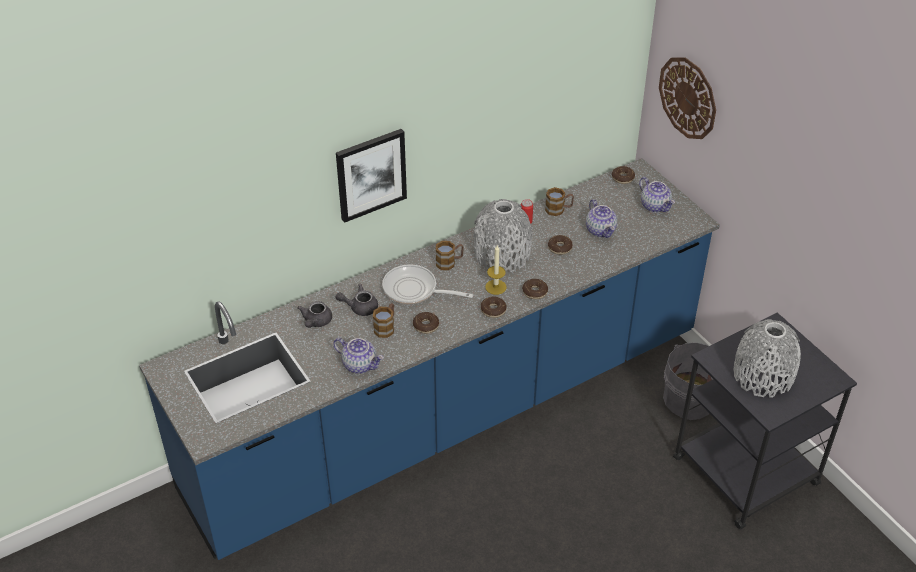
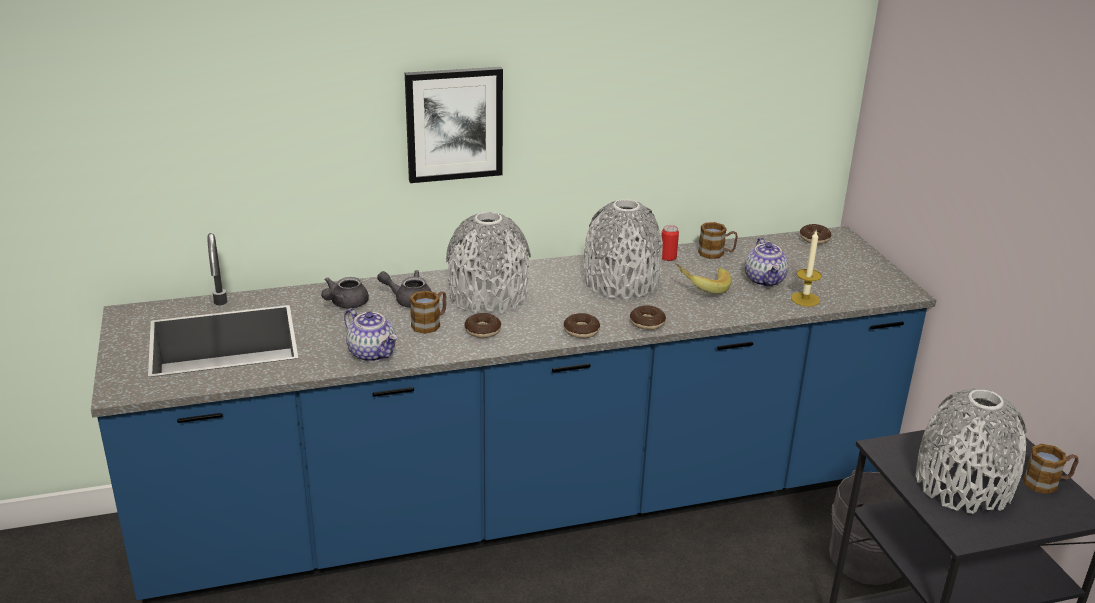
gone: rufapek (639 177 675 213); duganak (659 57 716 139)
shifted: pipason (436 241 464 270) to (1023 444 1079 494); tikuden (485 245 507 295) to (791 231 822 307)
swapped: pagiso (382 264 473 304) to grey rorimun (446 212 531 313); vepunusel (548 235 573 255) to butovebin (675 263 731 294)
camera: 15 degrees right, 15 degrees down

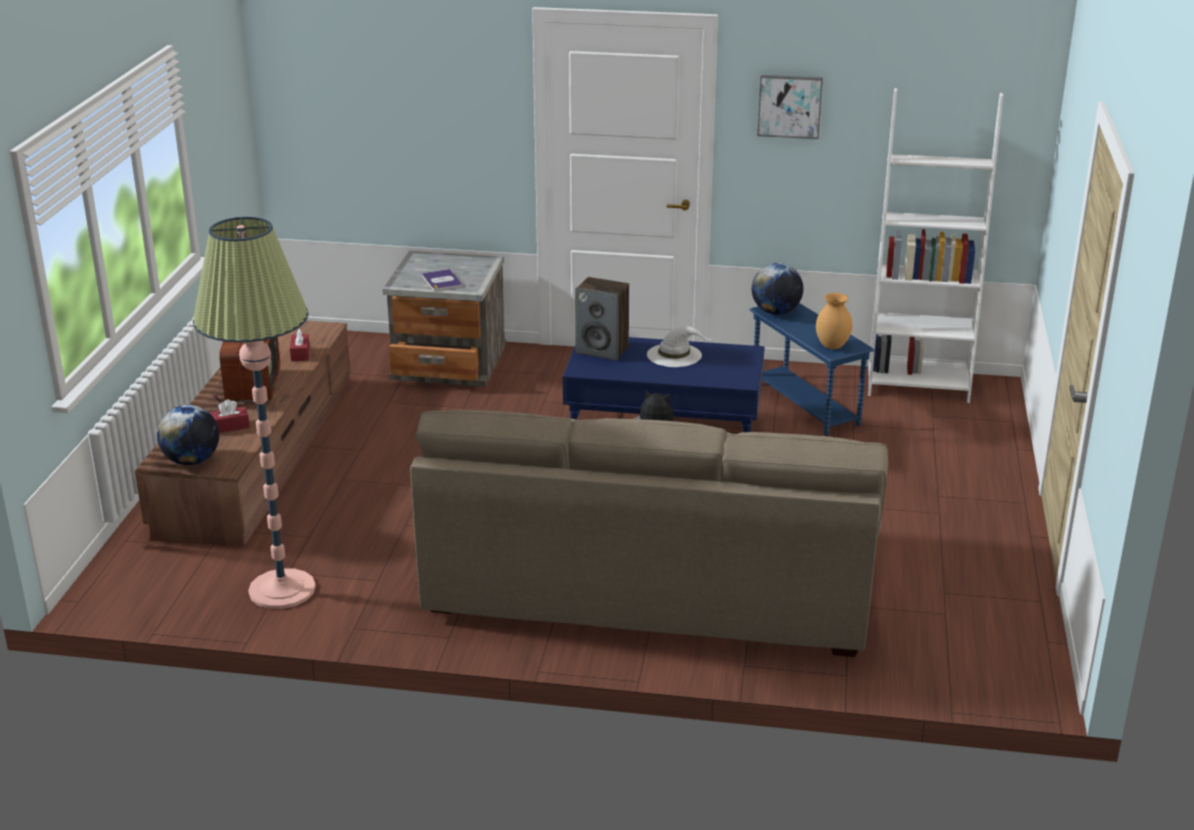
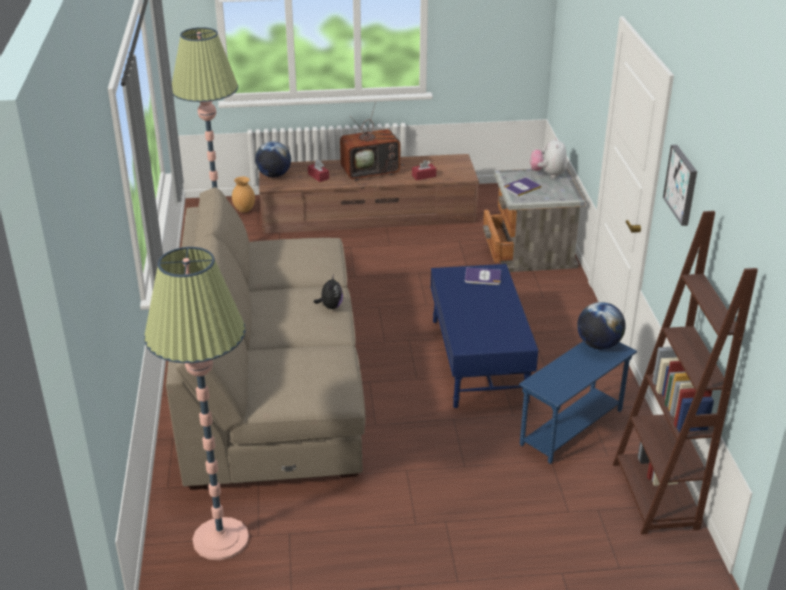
gone: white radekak (647 326 712 367)
new: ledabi (144 247 249 560); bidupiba (530 137 567 178)
shifted: brown rorimun (816 293 852 349) to (232 177 255 213)
swapped: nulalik (575 277 629 360) to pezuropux (465 268 501 285)
repainted: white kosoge (868 88 1003 403) to brown kosoge (613 211 758 535)
camera: 75 degrees right, 5 degrees up

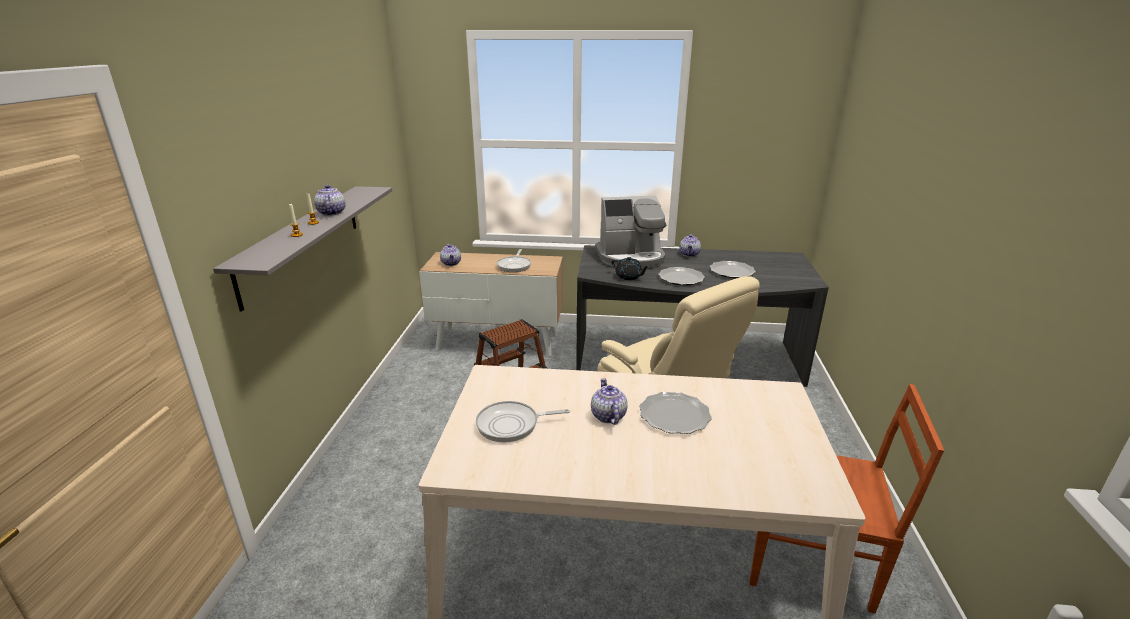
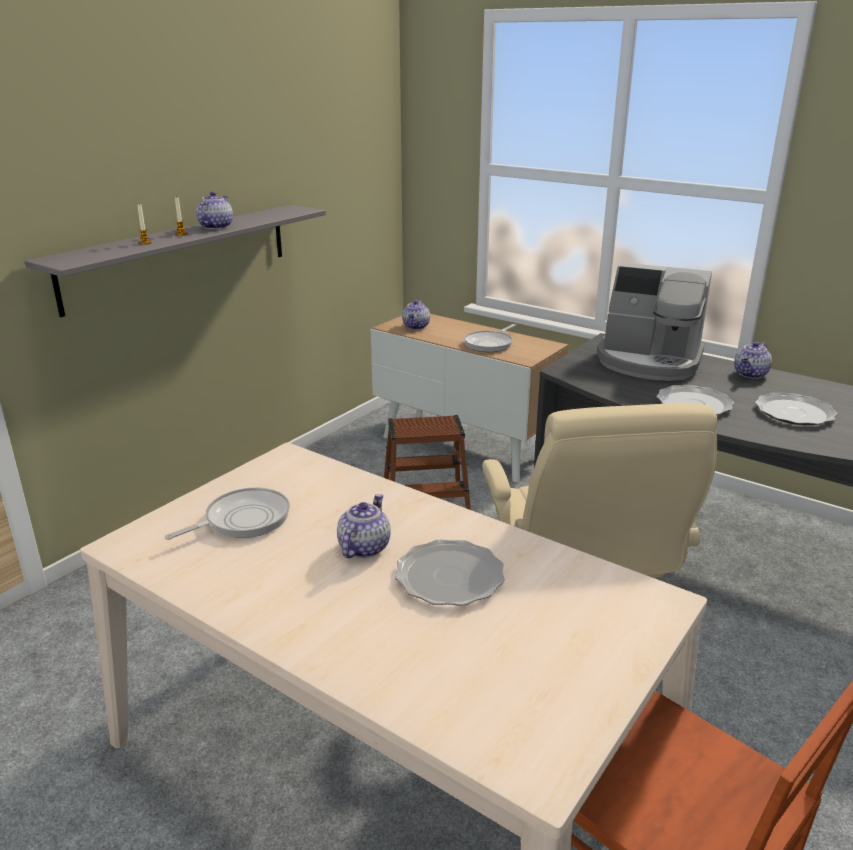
gone: black rufapek (612 257 650 280)
rotated: pagiso (476 401 570 443) = (165 488 290 540) 120 degrees clockwise
camera: 30 degrees right, 0 degrees up

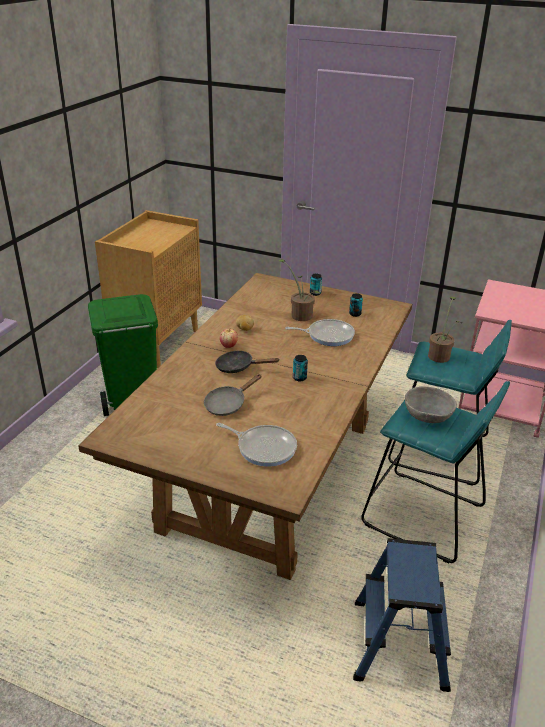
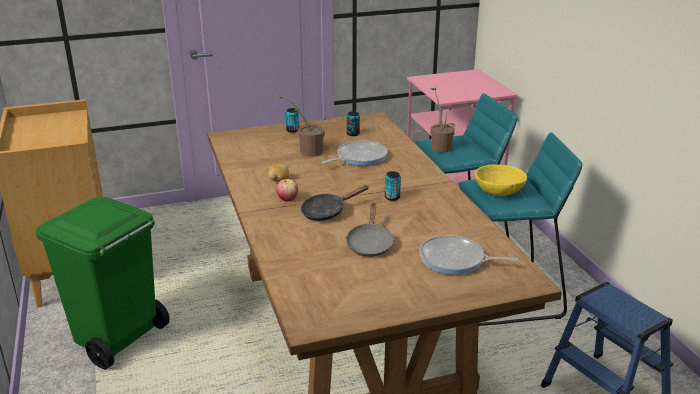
repainted: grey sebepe (405 386 457 423) to yellow sebepe (475 165 527 196)
rotated: pagiso (216 423 297 467) = (419 235 519 275) 150 degrees counterclockwise
camera: 40 degrees left, 5 degrees down

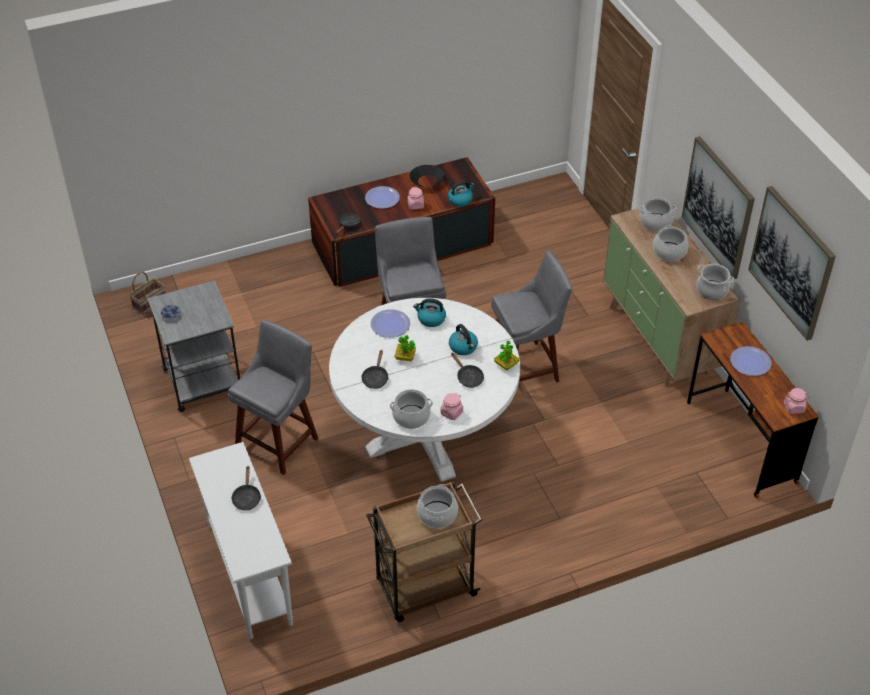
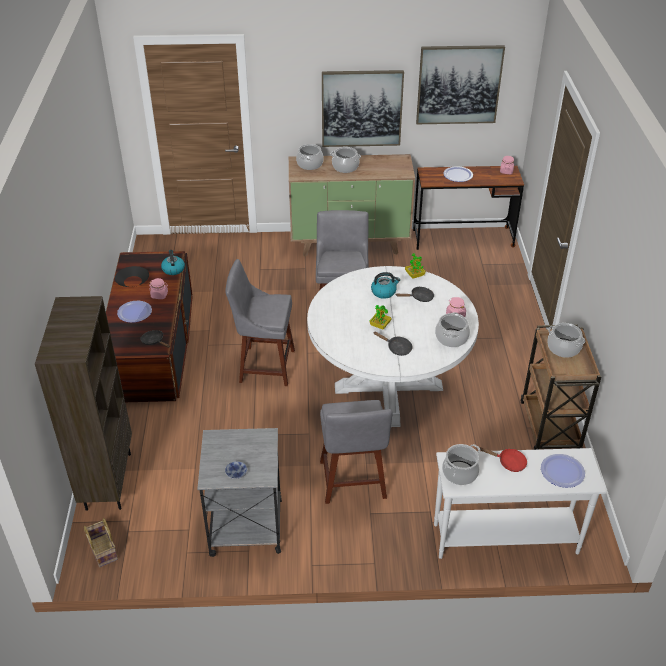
gone: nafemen (413 298 446 327)
new: brown kosoge (35 296 132 511)
shifted: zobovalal (371 309 410 338) to (541 454 585 488); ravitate (696 264 734 300) to (442 444 480 485)
repainted: black pagiso (231 466 261 511) to red pagiso (480 447 527 472)
rotated: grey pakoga (228 320 319 475) = (320 400 393 504) 150 degrees counterclockwise
camera: 70 degrees left, 5 degrees down

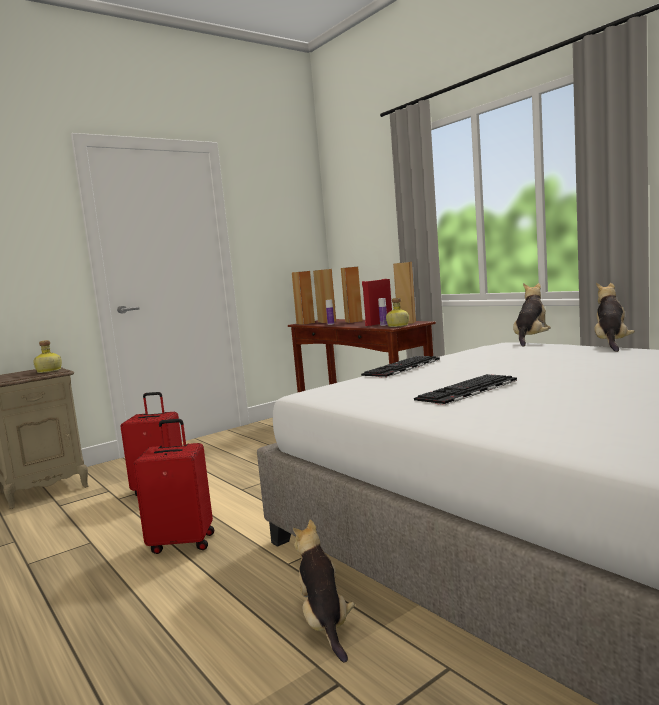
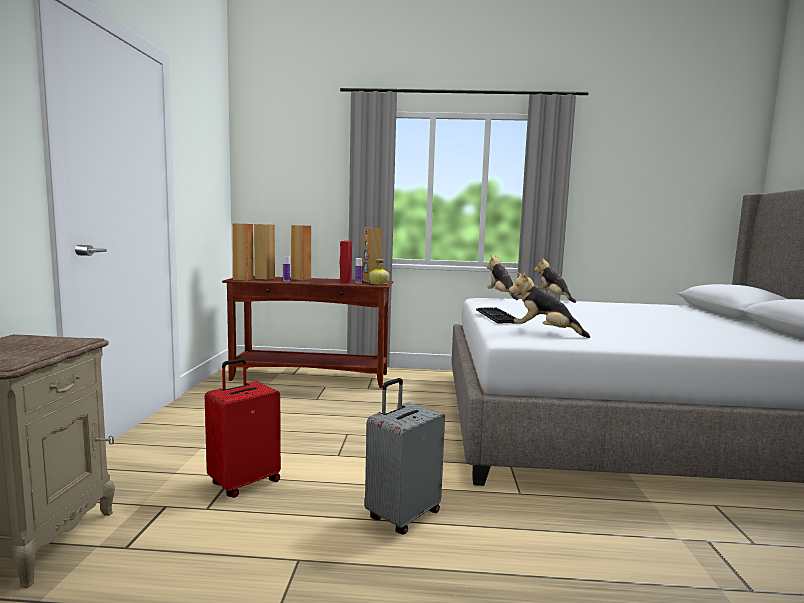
gone: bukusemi (33 340 62 373); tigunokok (414 374 517 405)
shifted: bidupiba (293 520 355 663) to (509 272 590 338)
repainted: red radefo (133 419 214 554) to grey radefo (365 378 445 535)
camera: 50 degrees left, 0 degrees up

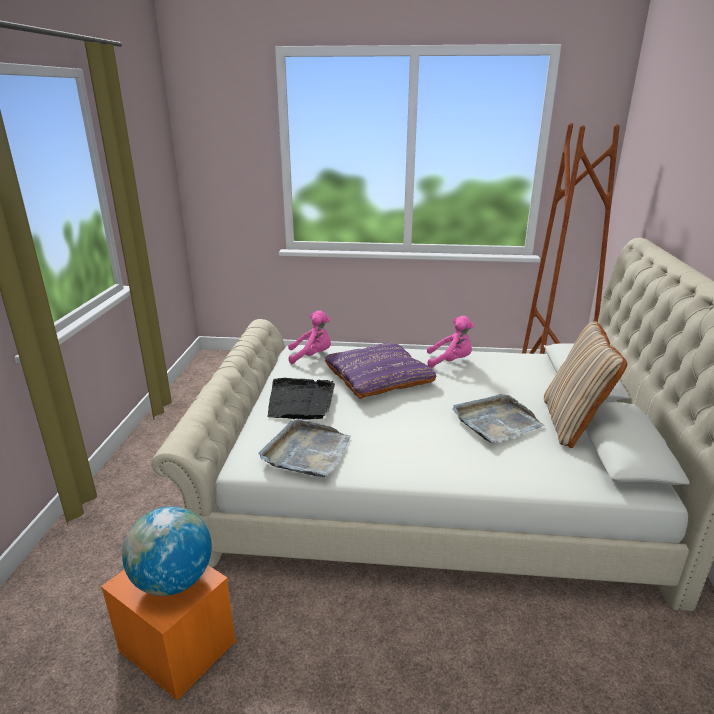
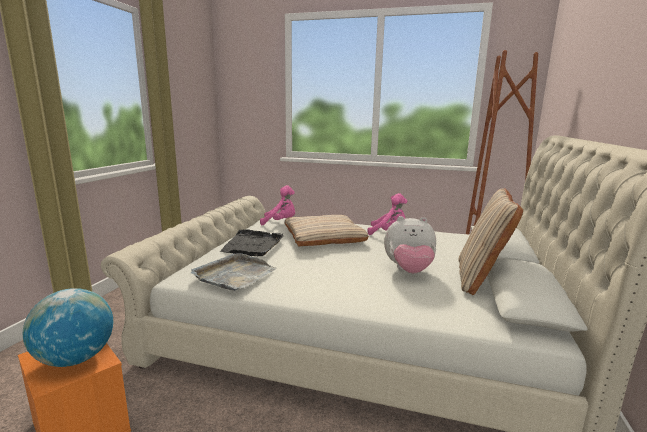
swapped: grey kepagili (452 394 544 443) to bidupiba (384 216 436 273)
repainted: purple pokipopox (324 343 437 399) to beige pokipopox (284 215 369 246)
camera: 10 degrees right, 10 degrees down

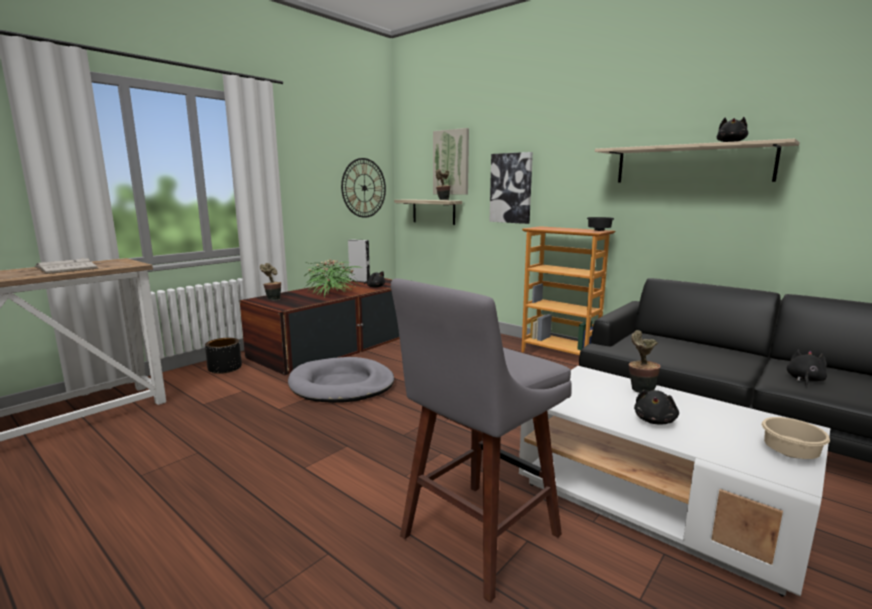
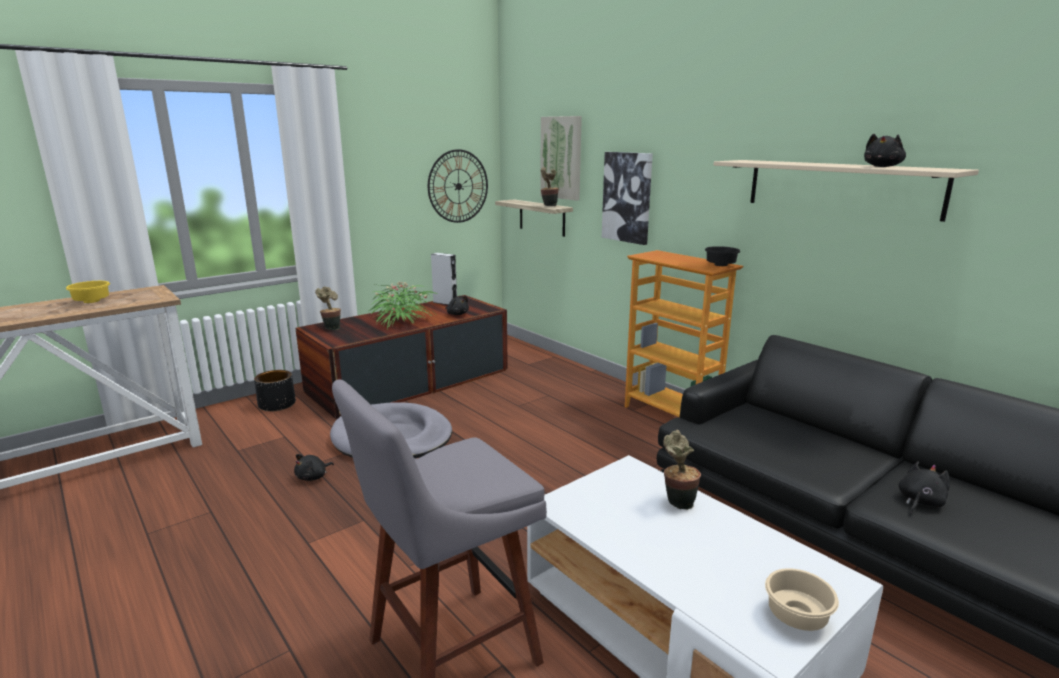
shifted: black bidupiba (634 390 679 424) to (294 454 334 481)
swapped: white pezuropux (35 257 99 274) to yellow sebepe (66 281 110 303)
camera: 10 degrees right, 5 degrees up

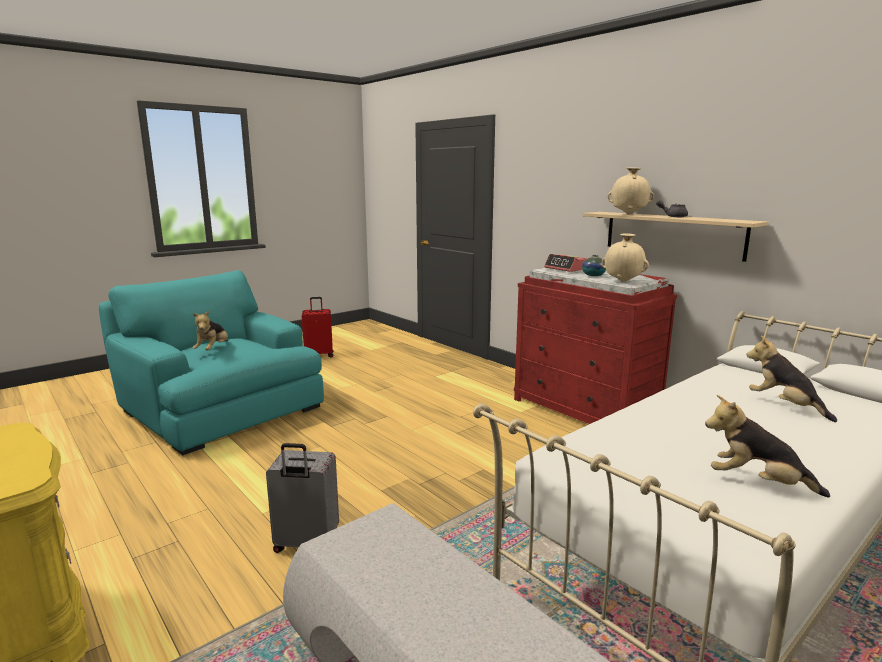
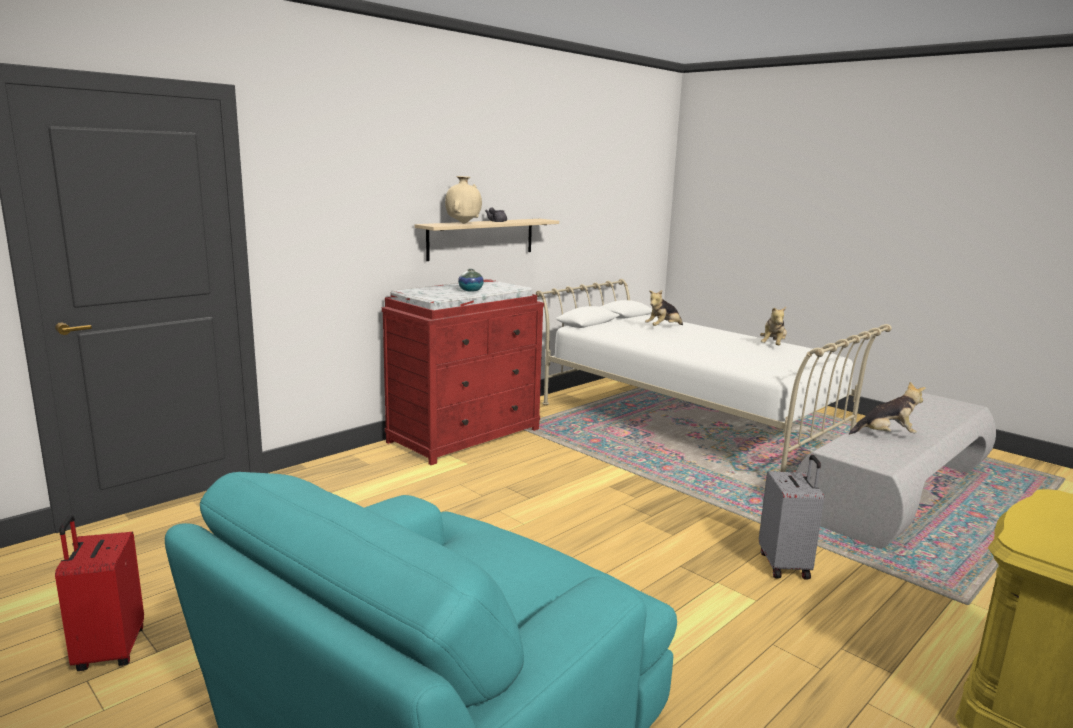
gone: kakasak (544 254 588 272); beige rorimun (602 233 649 282)
shifted: bidupiba (193 310 228 350) to (849 382 926 435)
camera: 95 degrees left, 0 degrees up

